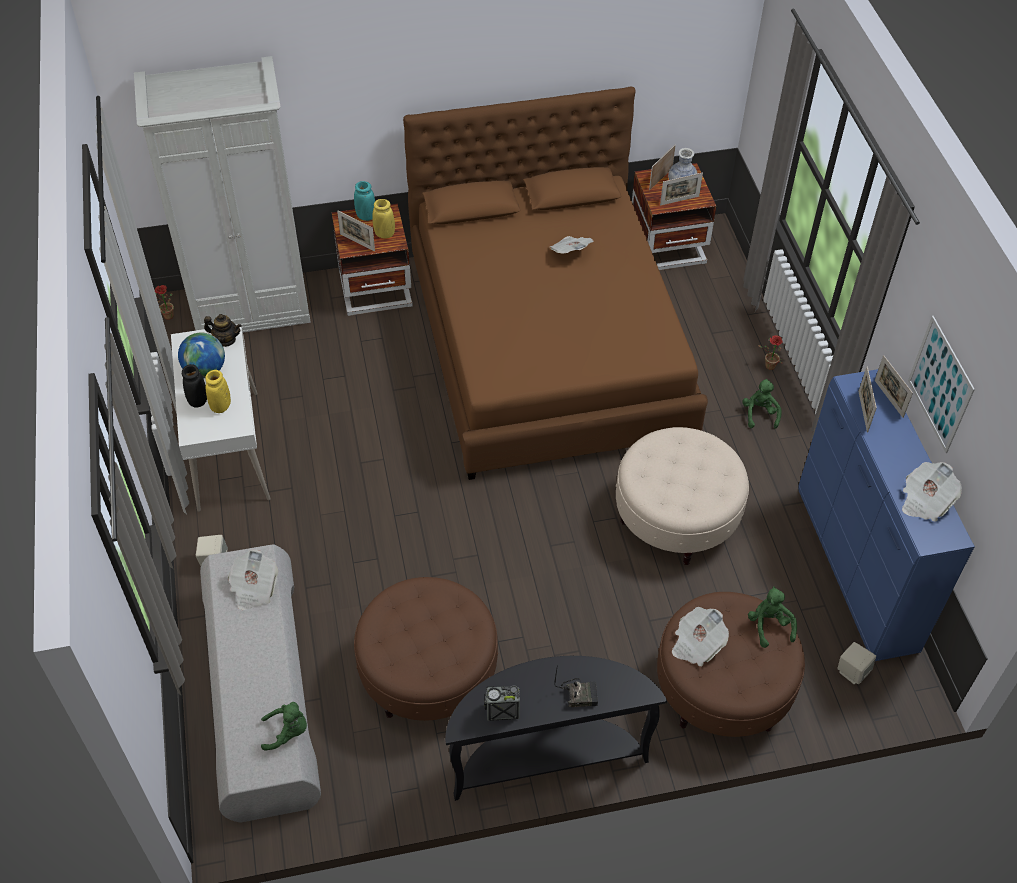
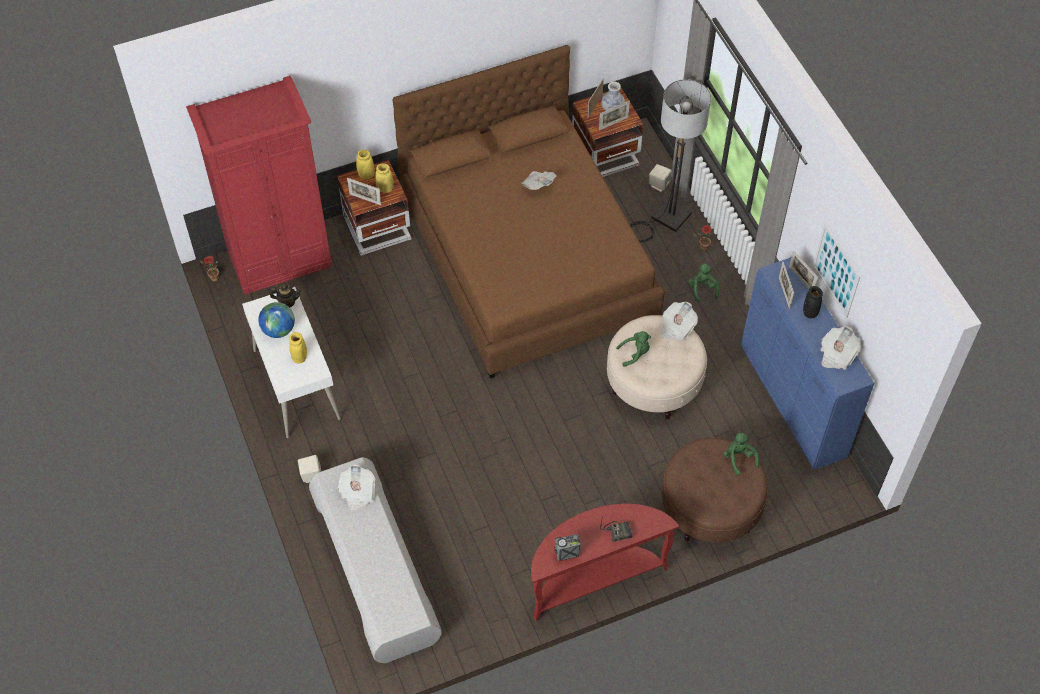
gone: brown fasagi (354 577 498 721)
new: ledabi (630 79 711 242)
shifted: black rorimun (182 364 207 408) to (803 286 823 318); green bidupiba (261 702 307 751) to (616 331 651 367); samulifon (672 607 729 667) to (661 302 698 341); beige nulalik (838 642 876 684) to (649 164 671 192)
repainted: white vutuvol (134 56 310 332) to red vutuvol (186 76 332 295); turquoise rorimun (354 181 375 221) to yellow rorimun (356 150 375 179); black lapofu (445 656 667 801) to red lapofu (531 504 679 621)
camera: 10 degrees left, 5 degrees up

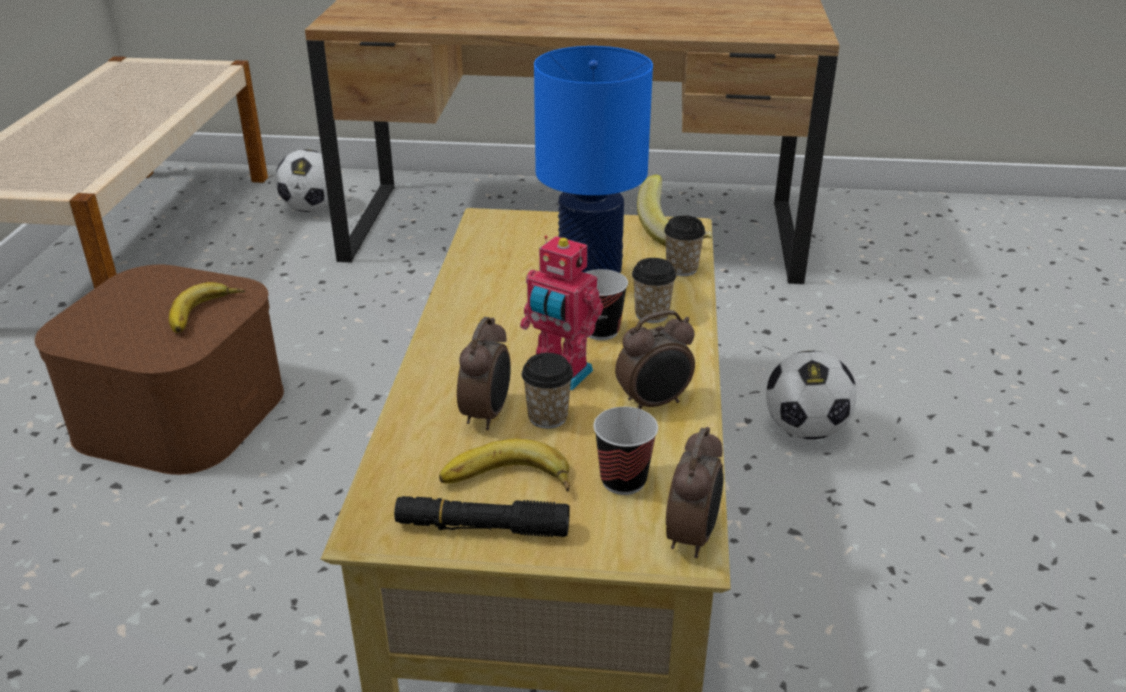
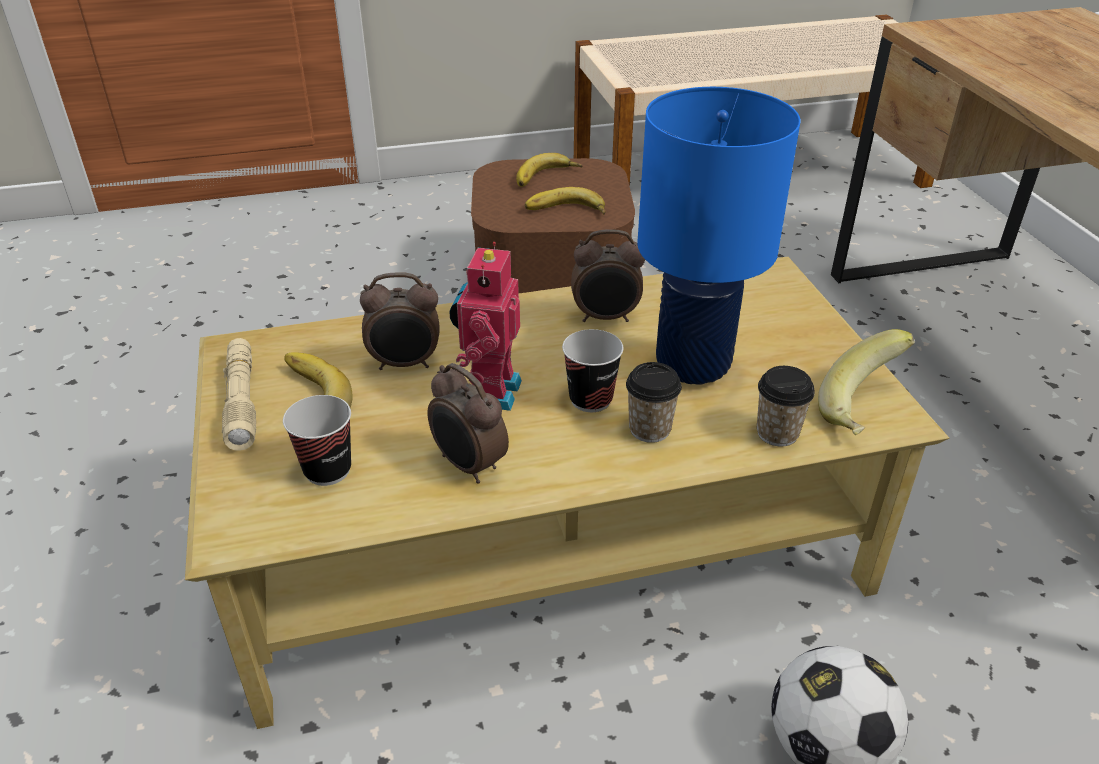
gone: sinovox (275 149 329 212); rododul (522 353 573 429)
new: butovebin (516 153 583 187)
shifted: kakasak (666 427 723 558) to (571 229 645 322)
repainted: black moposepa (394 496 570 537) to beige moposepa (222 338 256 451)
camera: 70 degrees right, 5 degrees up

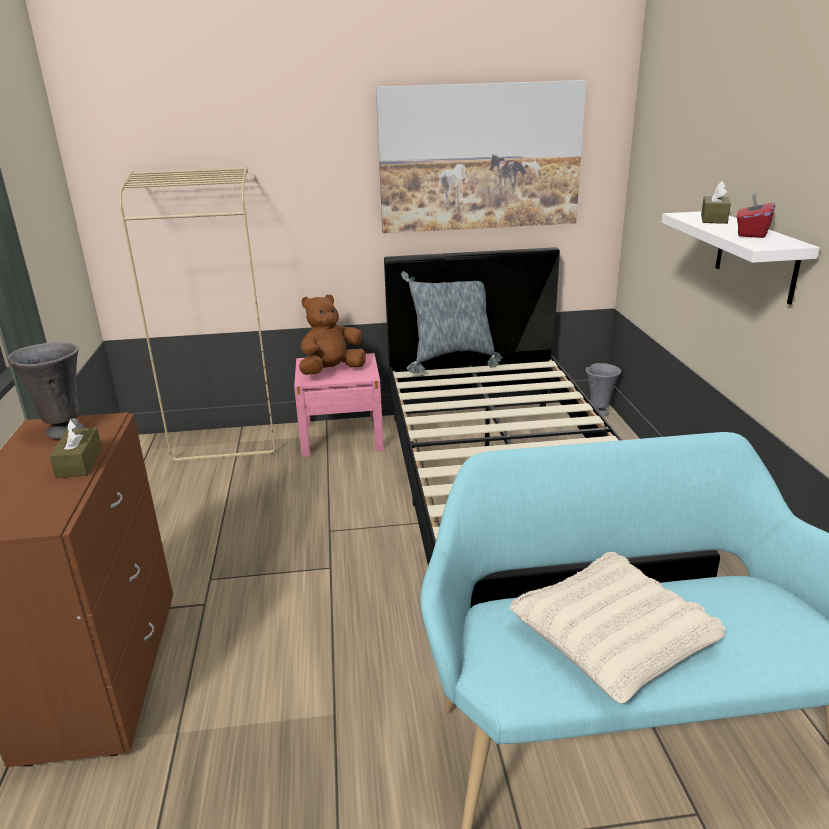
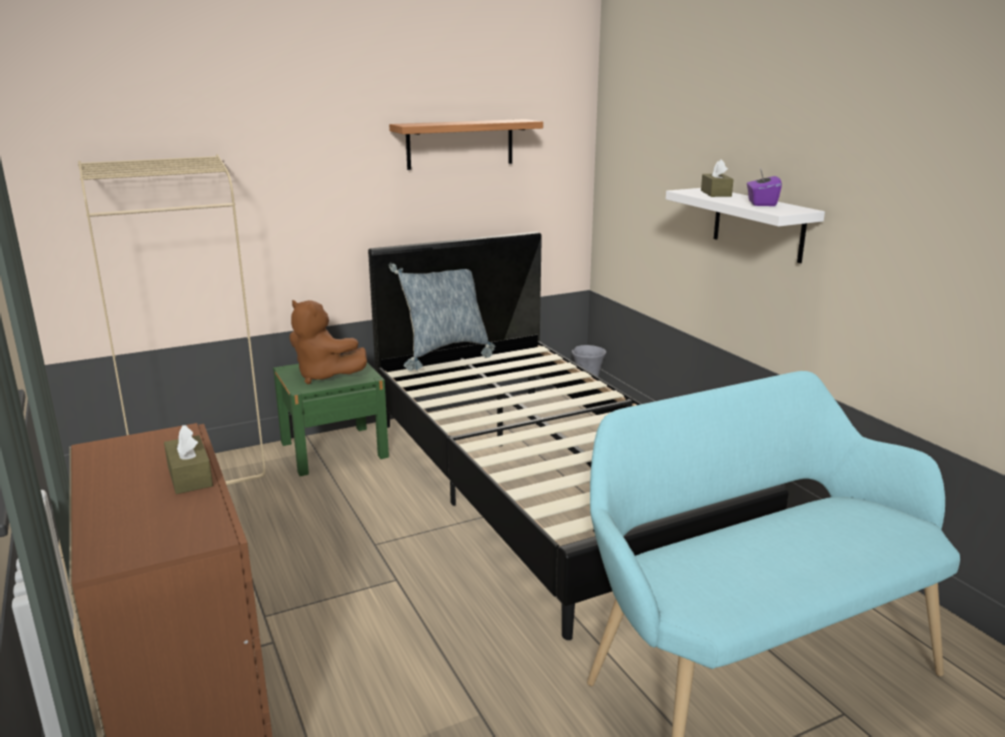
gone: grey rorimun (7 342 84 439); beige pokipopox (509 552 725 704)
swapped: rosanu (376 80 586 233) to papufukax (389 119 543 170)
repainted: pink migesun (294 353 384 457) to green migesun (273 362 389 476); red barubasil (737 193 775 238) to purple barubasil (747 169 782 206)
rotated: brown bidupiba (299 294 366 375) = (289 300 367 384) 90 degrees counterclockwise
camera: 20 degrees left, 5 degrees down

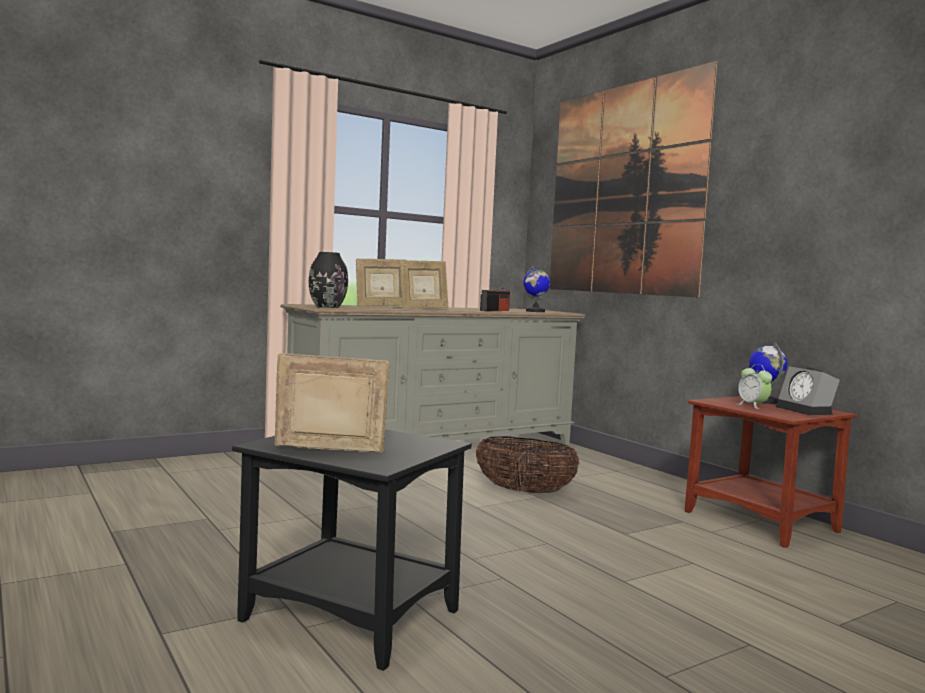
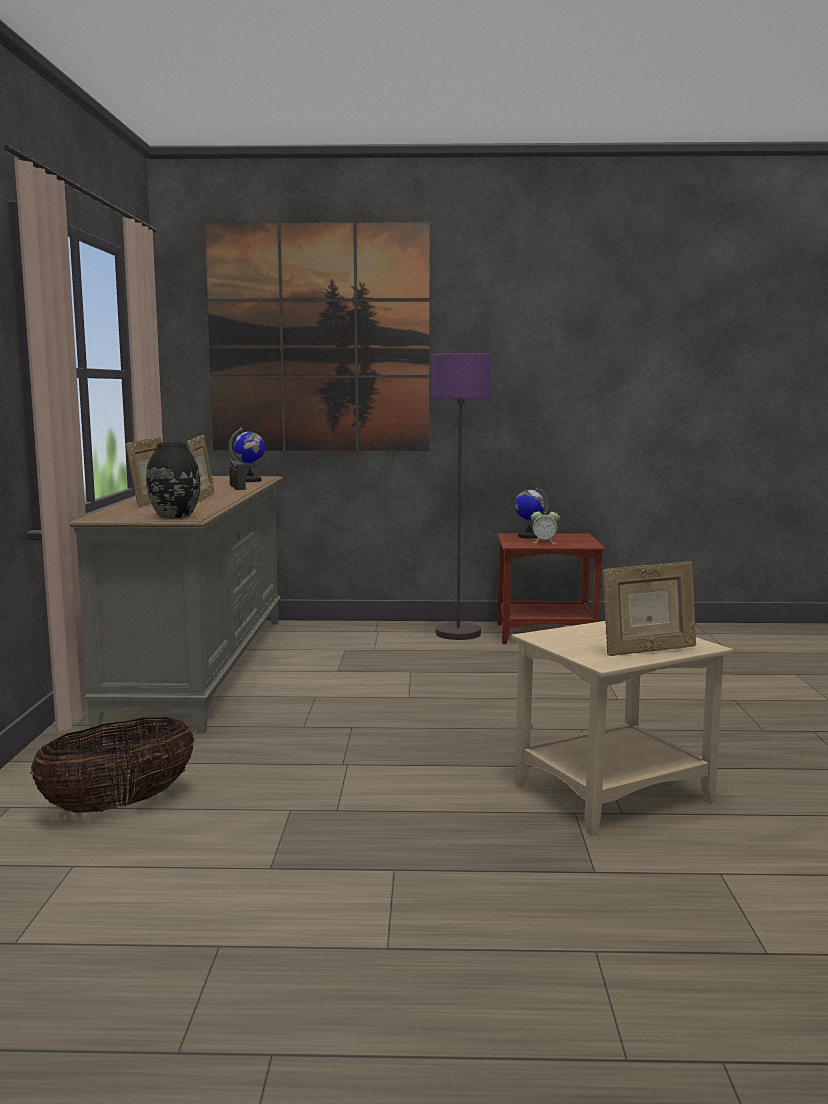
gone: kakasak (776 366 840 415)
new: purple ledabi (431 353 491 640)
shifted: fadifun (476 436 580 493) to (30 717 194 813)
repainted: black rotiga (232 429 472 671) to beige rotiga (511 621 733 836)
rotated: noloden (274 353 390 453) = (602 561 696 656) 135 degrees counterclockwise
camera: 55 degrees left, 5 degrees up

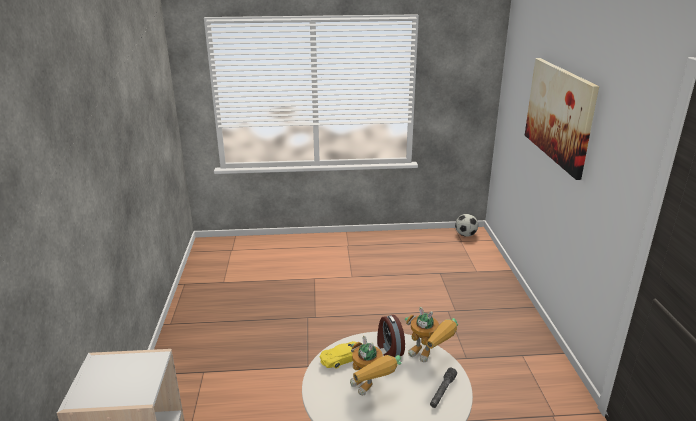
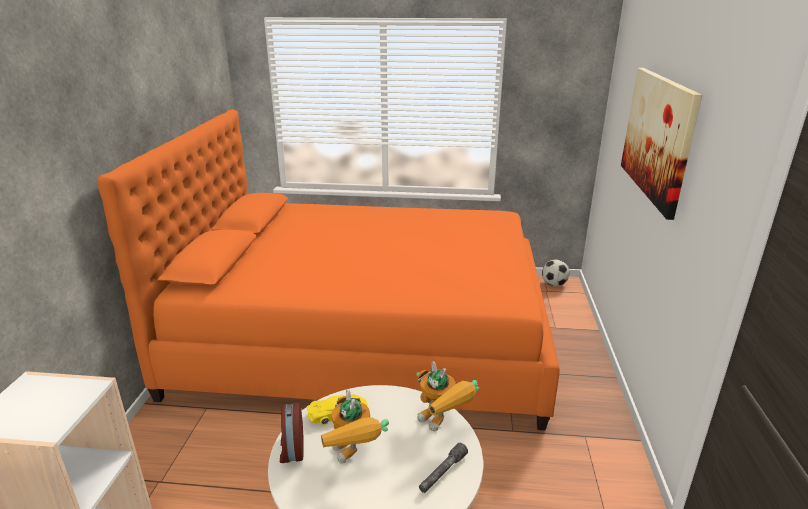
new: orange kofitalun (97 109 560 430)
shifted: kakasak (377 315 405 357) to (280 403 304 463)
camera: 10 degrees right, 0 degrees up

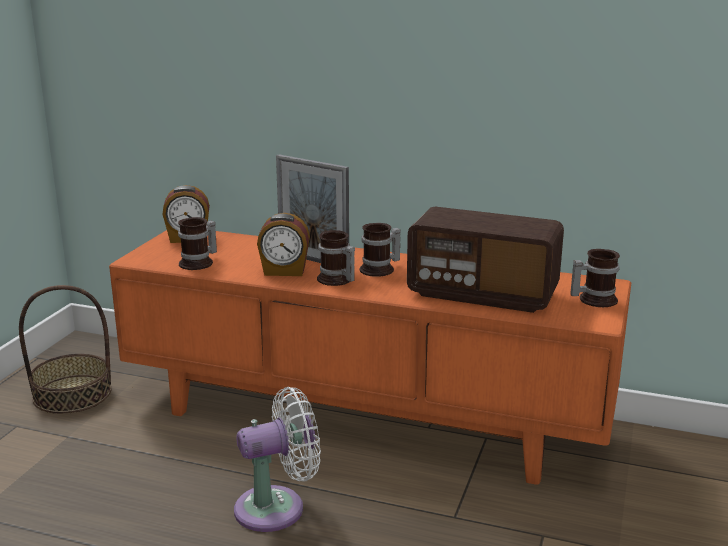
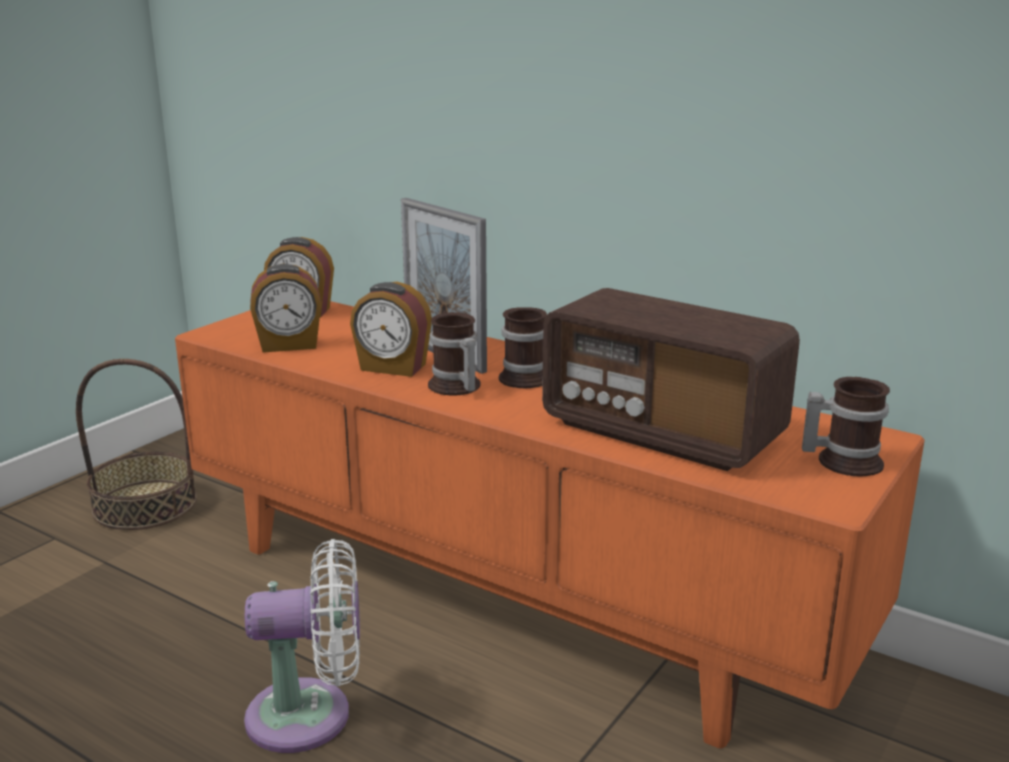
swapped: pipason (178 217 217 270) to kakasak (250 264 321 353)
camera: 15 degrees right, 0 degrees up

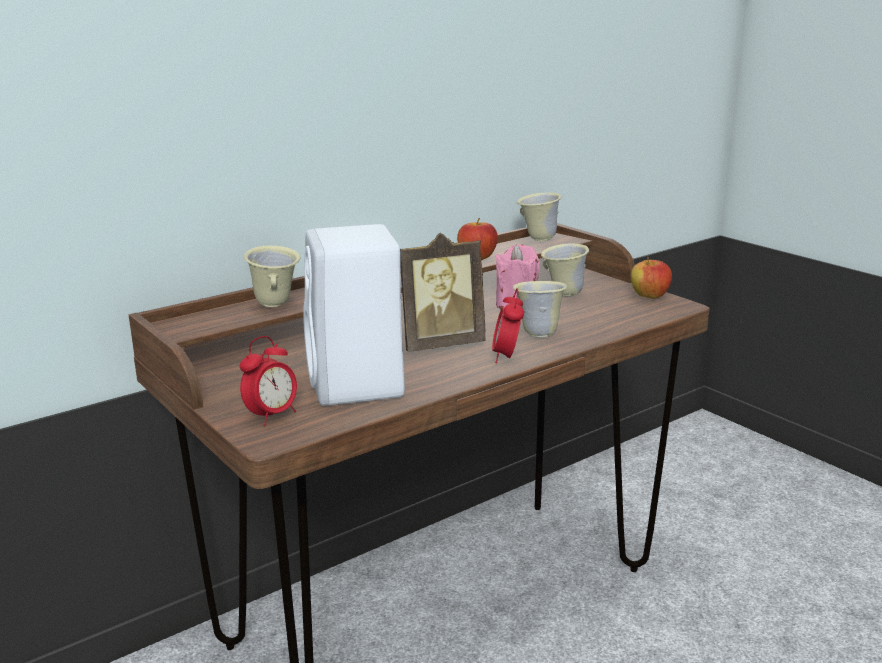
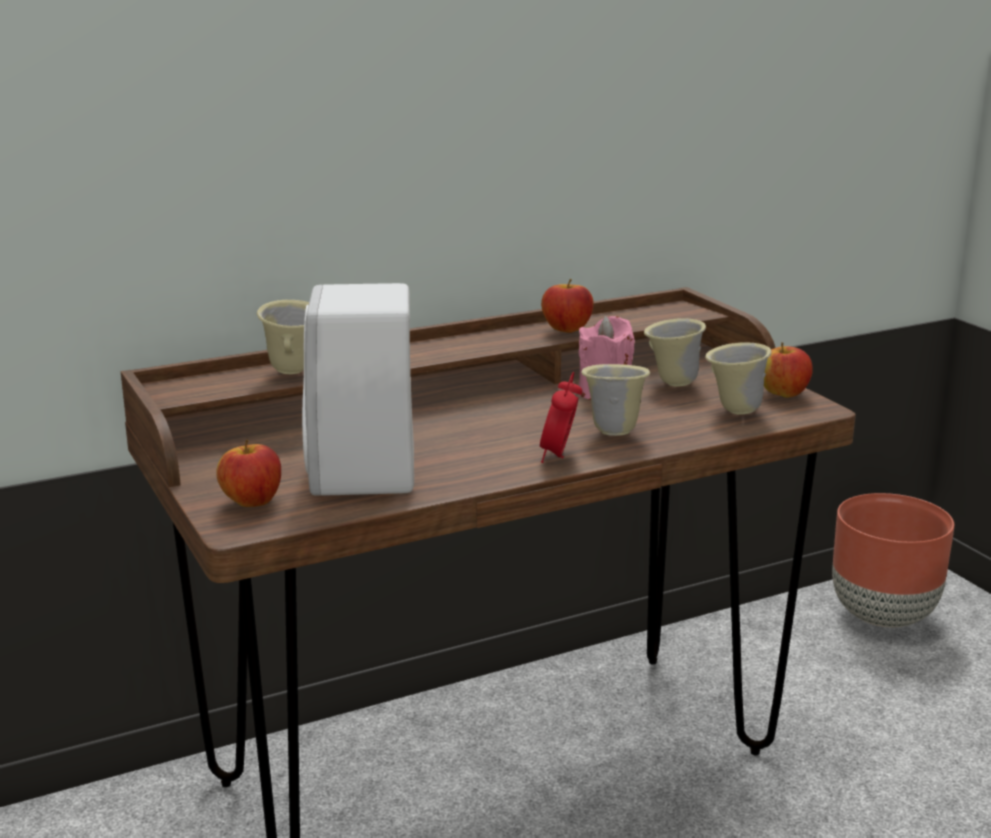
gone: noloden (400 233 486 352)
new: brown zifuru (832 493 954 627)
shifted: beige pipason (517 193 561 241) to (705 342 772 415)
swapped: kakasak (240 336 297 426) to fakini (216 439 281 507)
camera: 10 degrees right, 0 degrees up

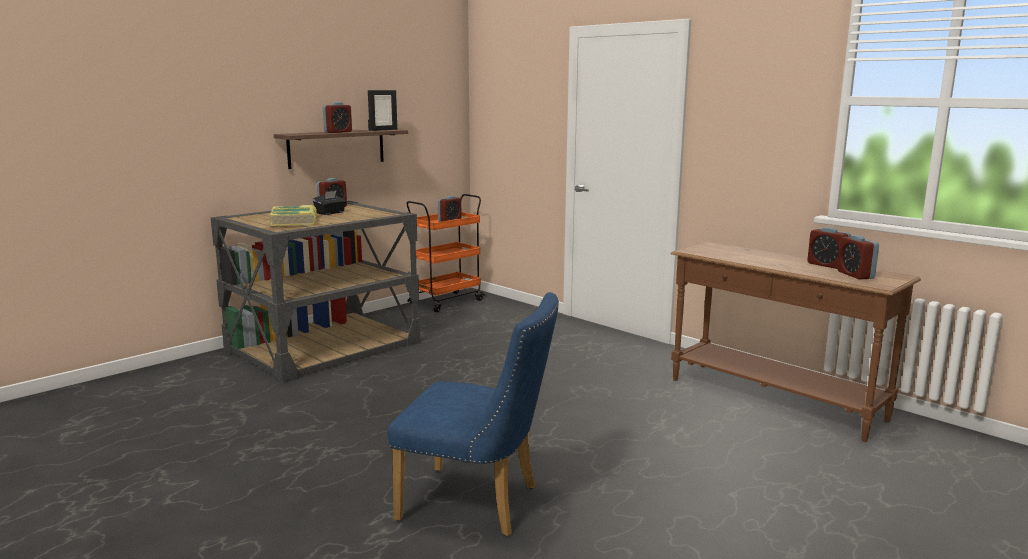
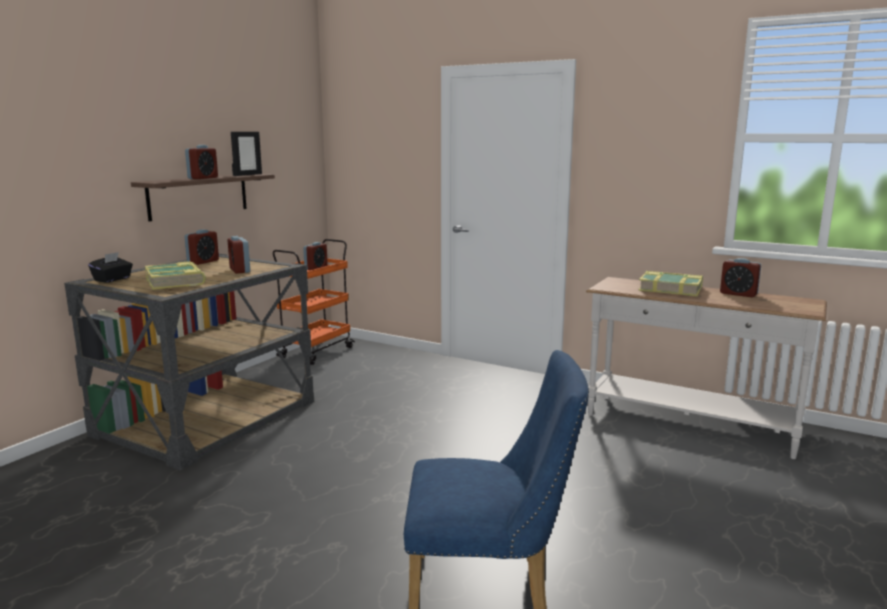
new: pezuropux (638 271 703 297)
shifted: black barubasil (313 191 346 215) to (88 252 133 283); kakasak (838 235 879 280) to (228 236 250 274)
repainted: brown lapofu (670 242 921 442) to white lapofu (586 277 827 459)
camera: 15 degrees left, 0 degrees up

